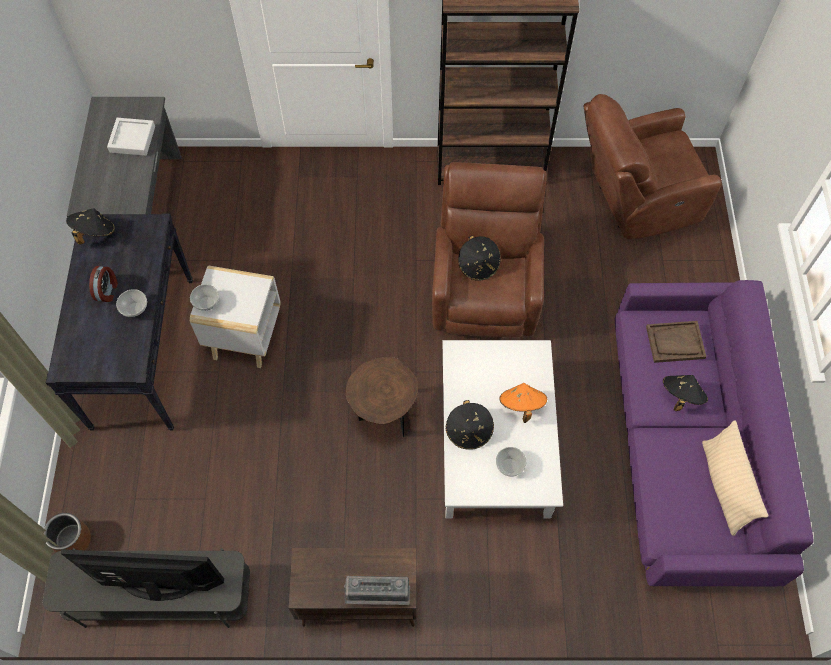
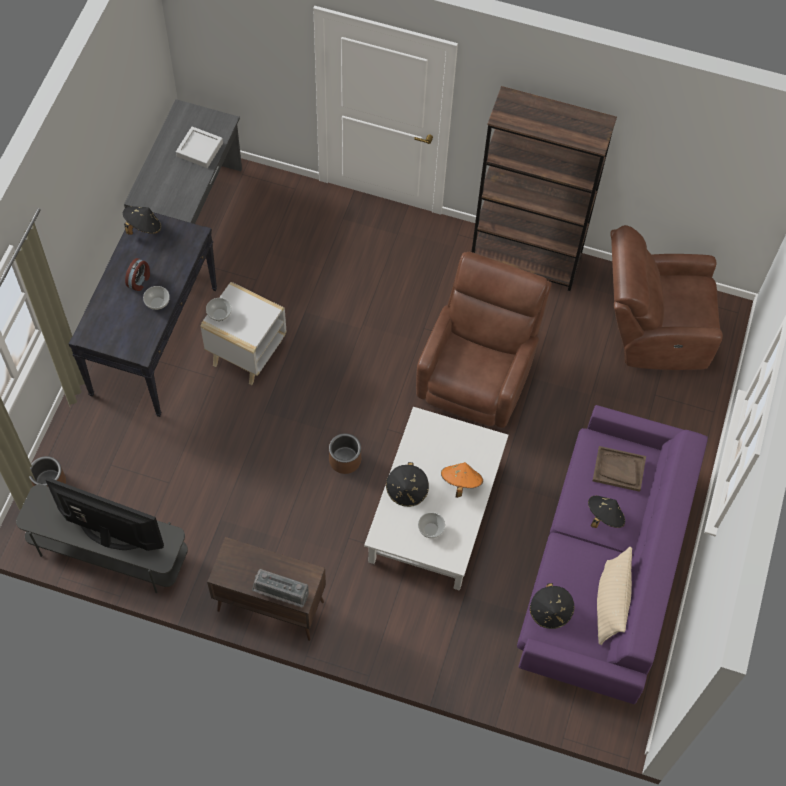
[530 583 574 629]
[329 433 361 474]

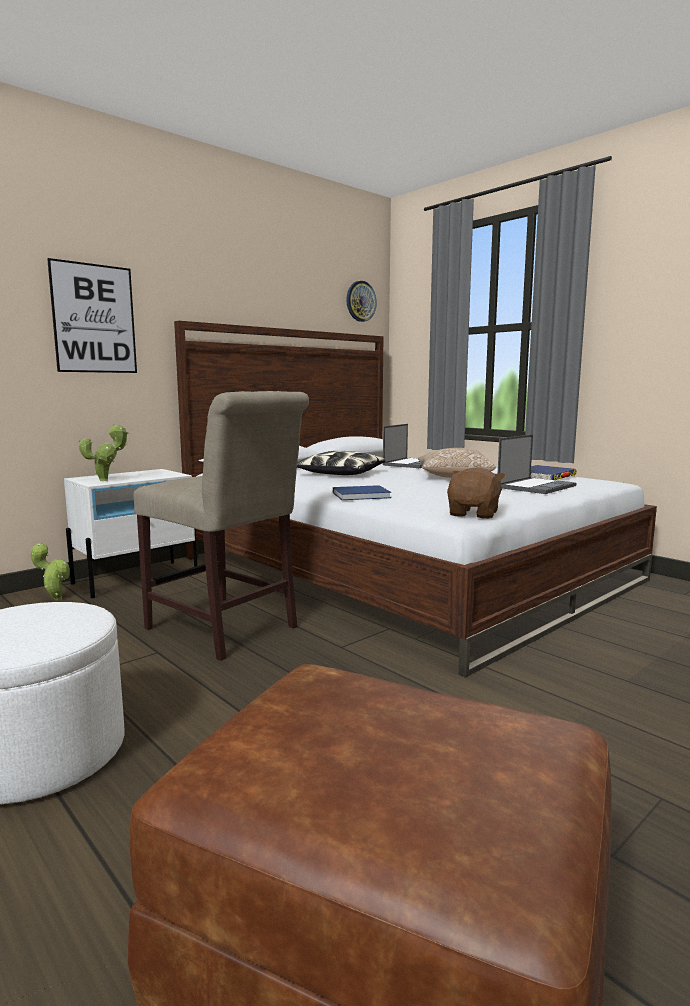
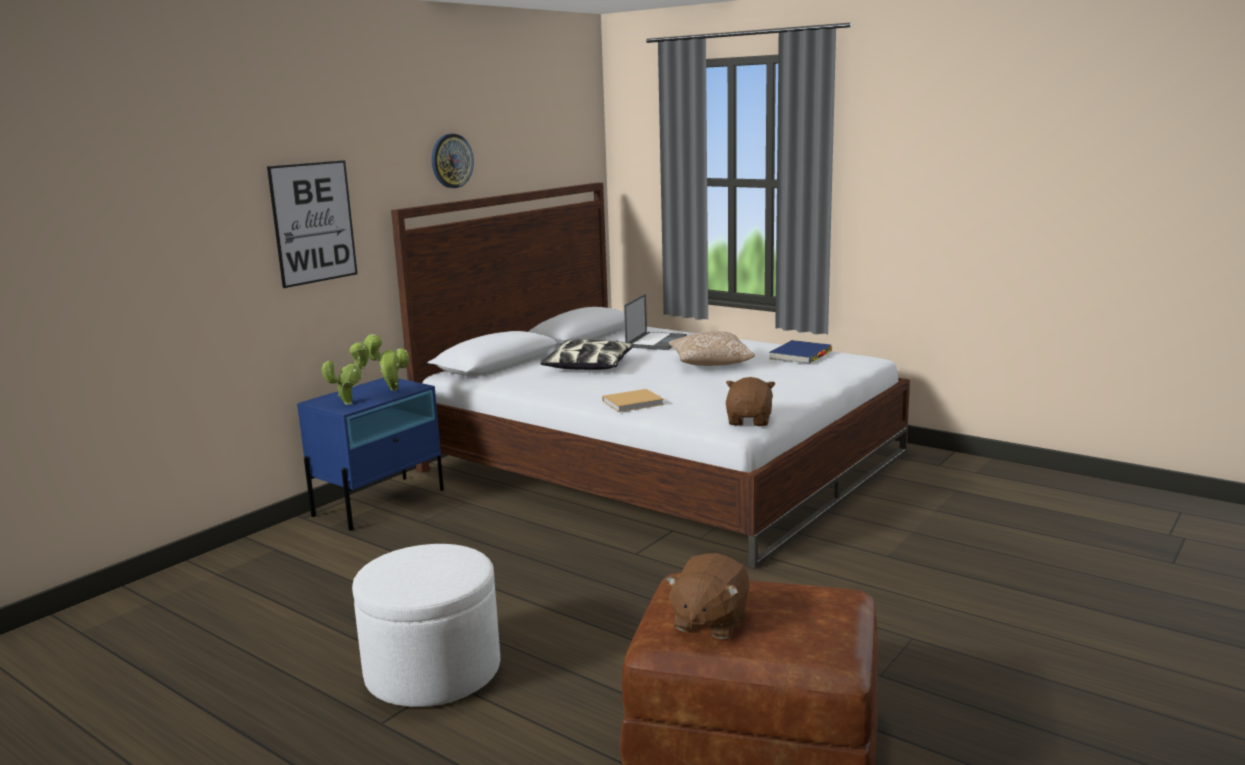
[432 134 474 188]
[133 391 309 661] (first image)
[498 434 576 494] (first image)
[297 378 444 531]
[602 389 664 412]
[363 334 409 391]
[665 553 750 639]

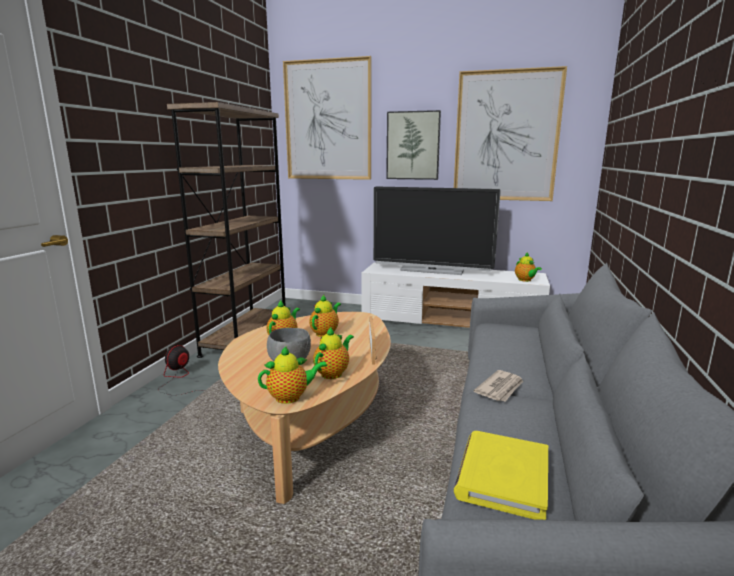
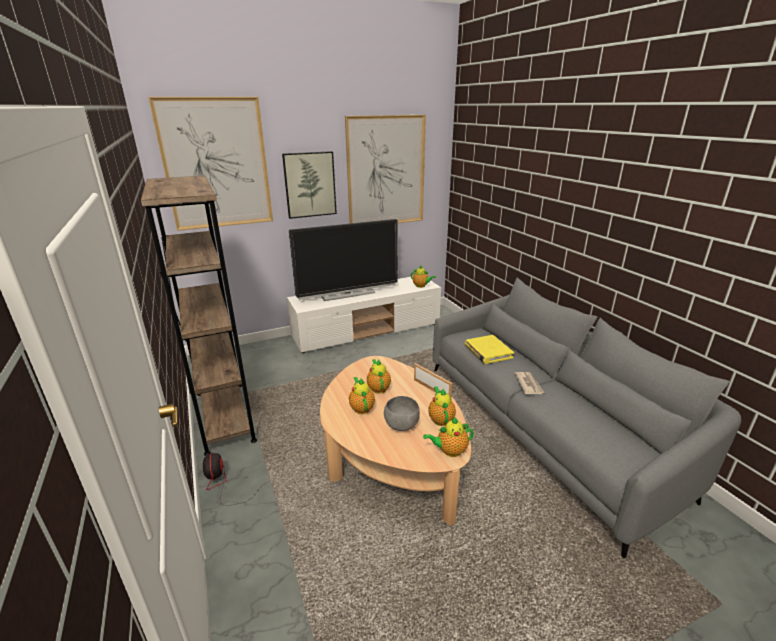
[423 417 474 457]
[465 335 514 364]

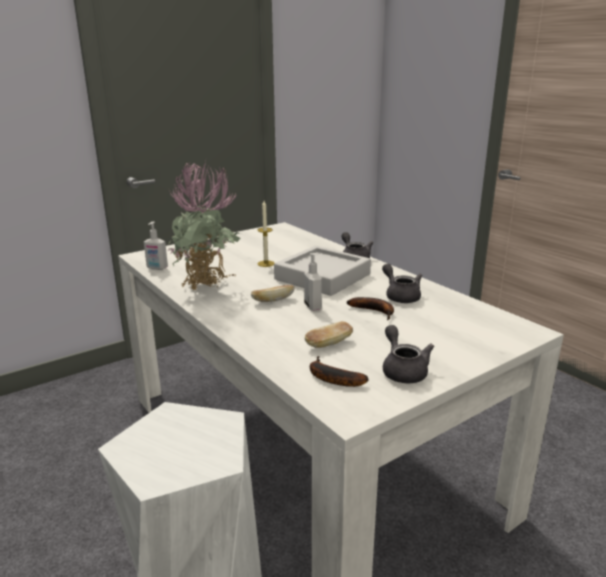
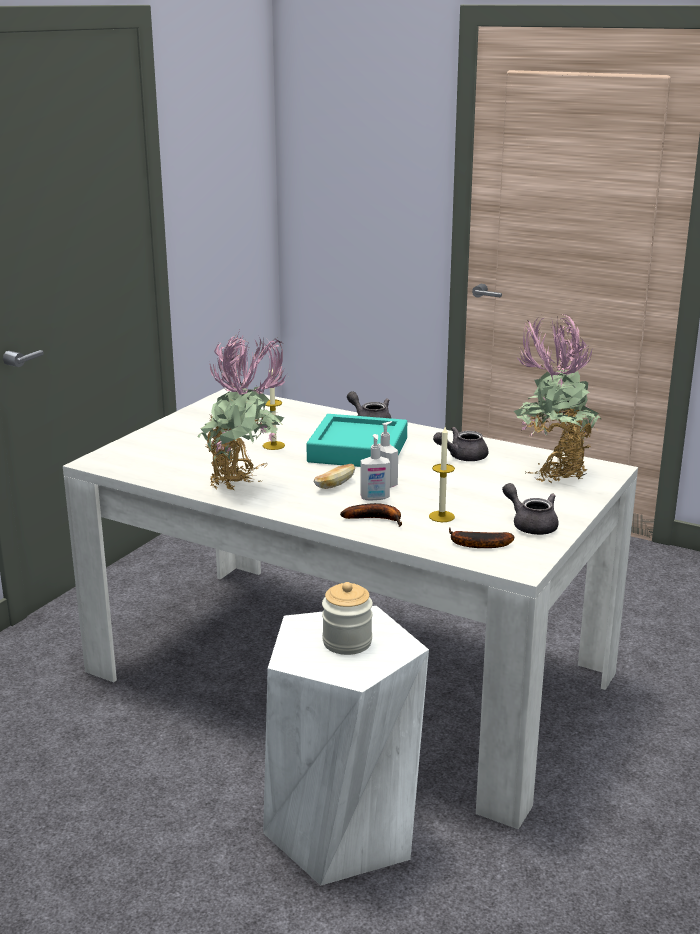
[360 434 390 501]
[307 414 407 467]
[433 427 488 461]
[340 503 402 527]
[429 427 455 522]
[514 314 602 483]
[322 582 373 655]

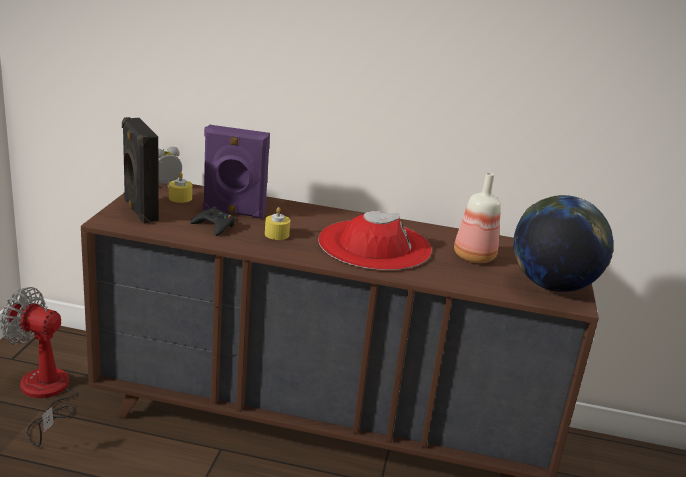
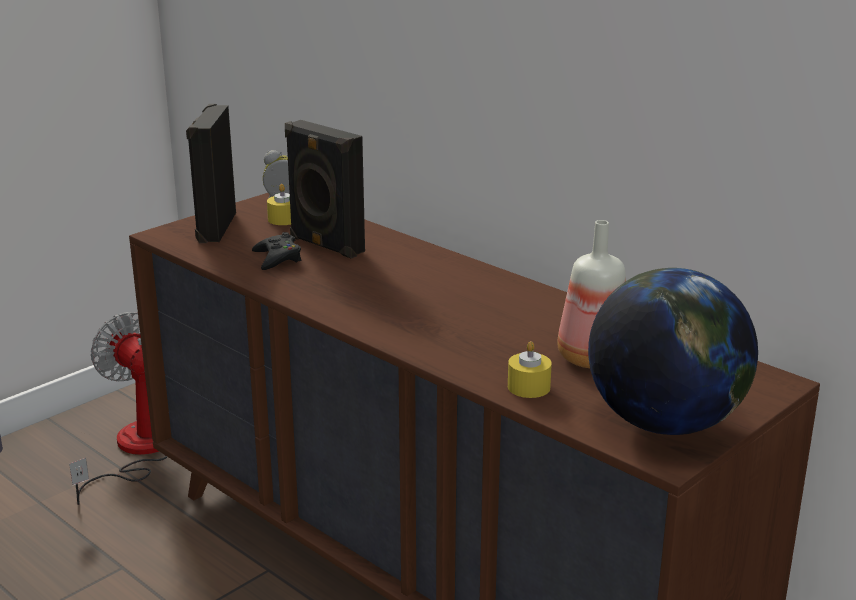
[285 120 365 259]
[508 341 552 398]
[318 211 431 270] (first image)

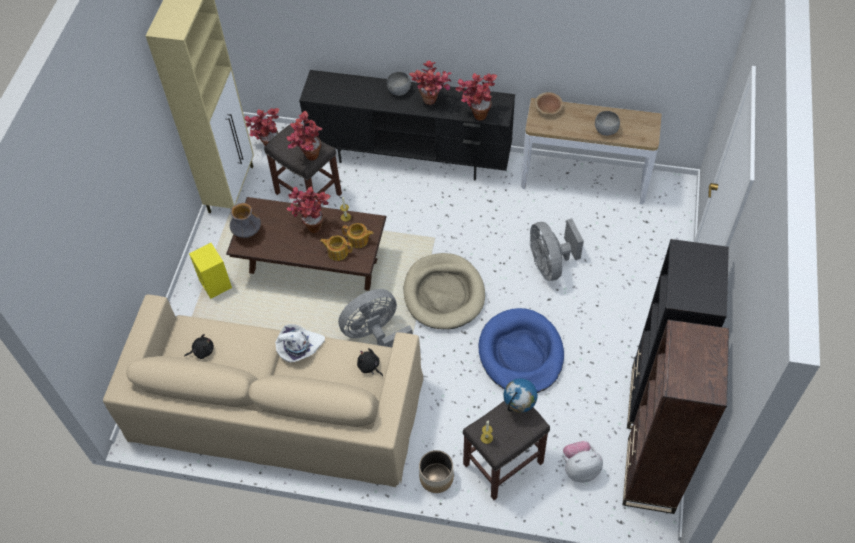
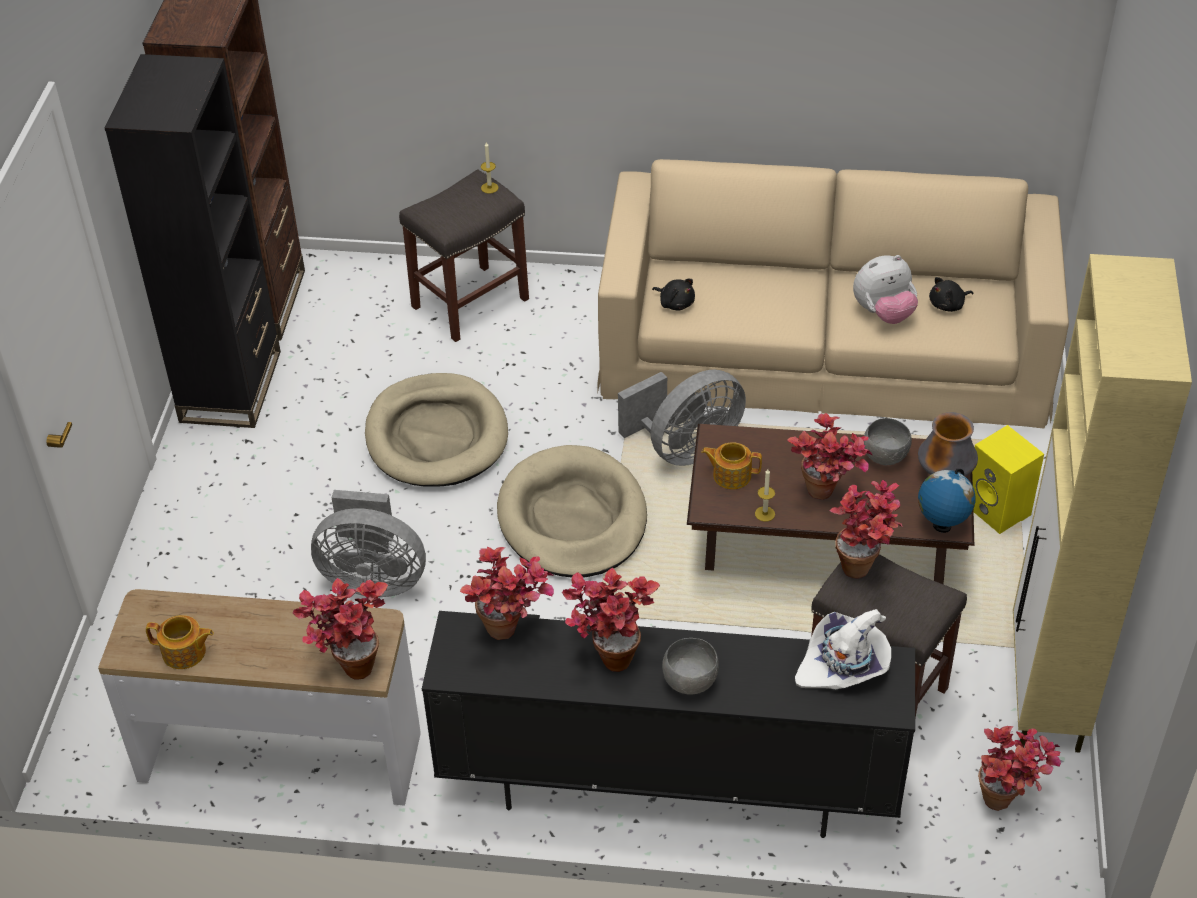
[292 578 388 680]
[864 418 912 465]
[311 490 426 597]
[146 615 214 669]
[365 373 508 486]
[795 609 891 689]
[918 469 976 533]
[853 255 918 324]
[419 450 454 493] (first image)

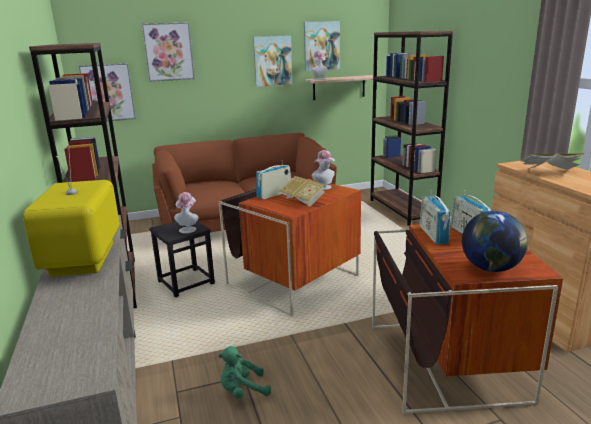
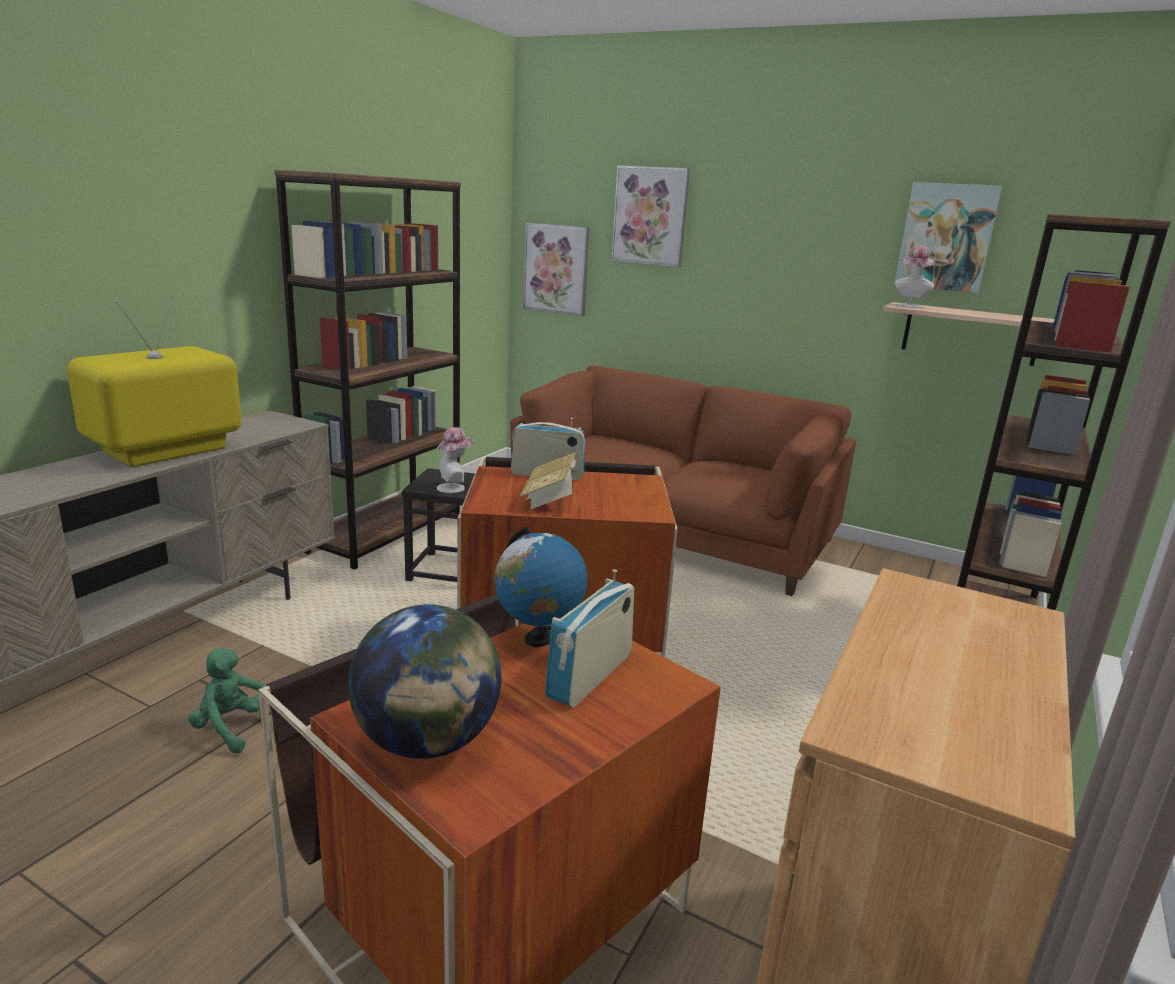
[253 36 292 87] (first image)
[312 150 335 190] (first image)
[520 153 585 170] (first image)
[495 526 588 647]

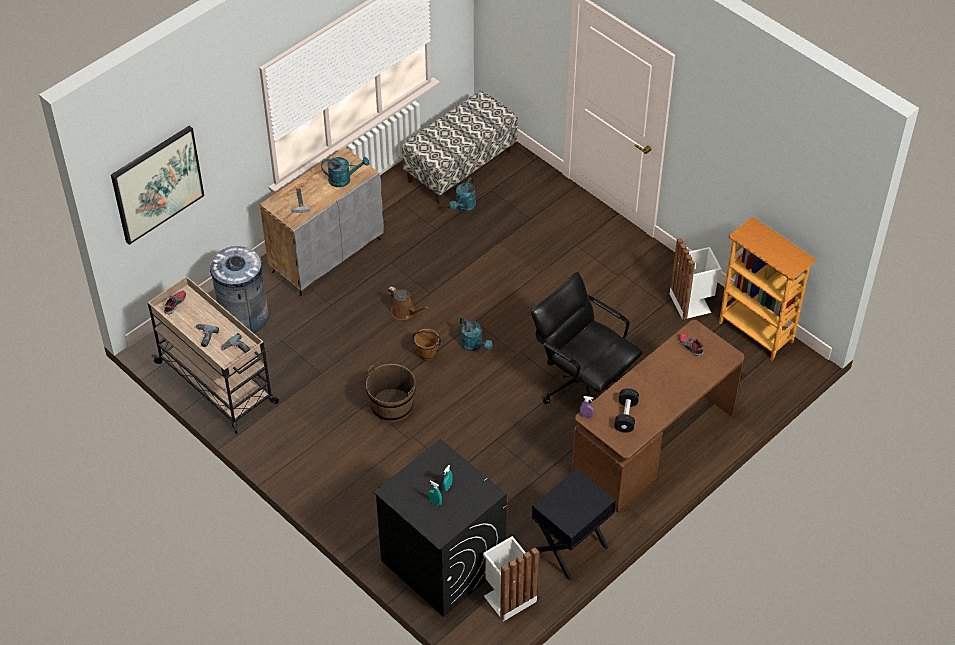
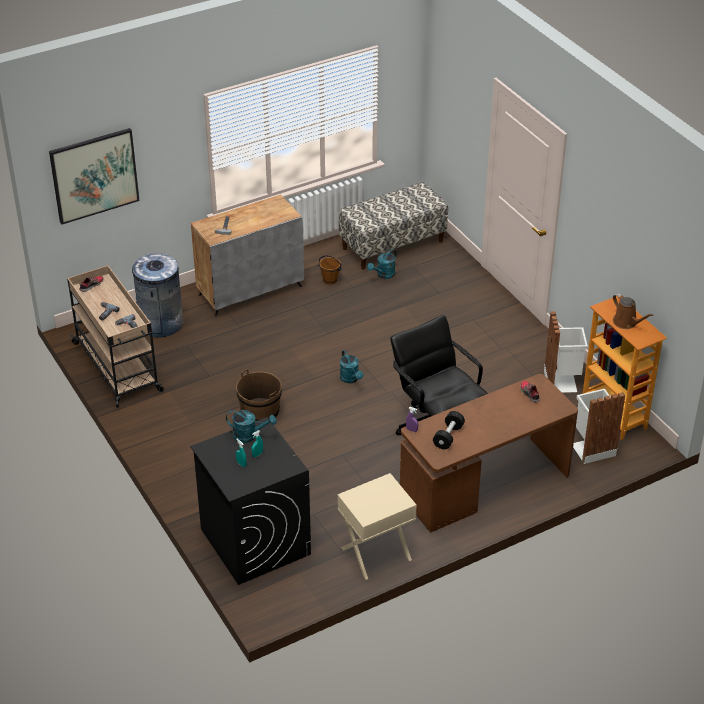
[226 410 276 443]
[613 293 654 329]
[318 255 342 285]
[338 473 417 580]
[573 389 625 464]

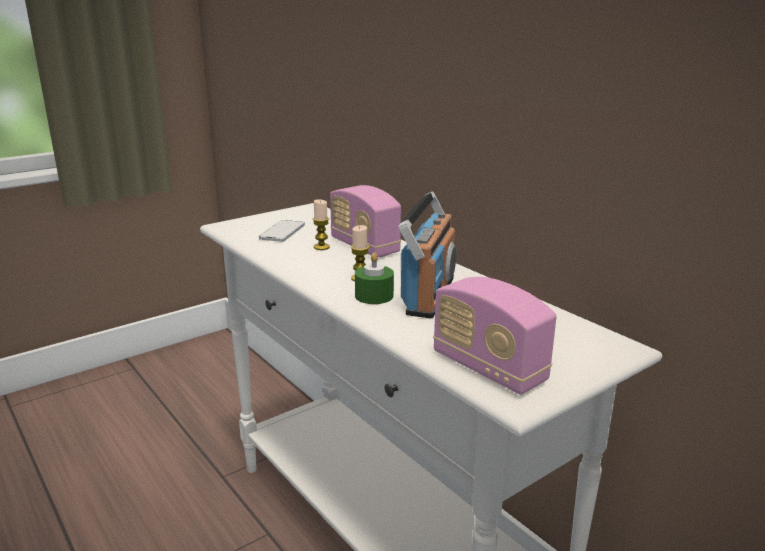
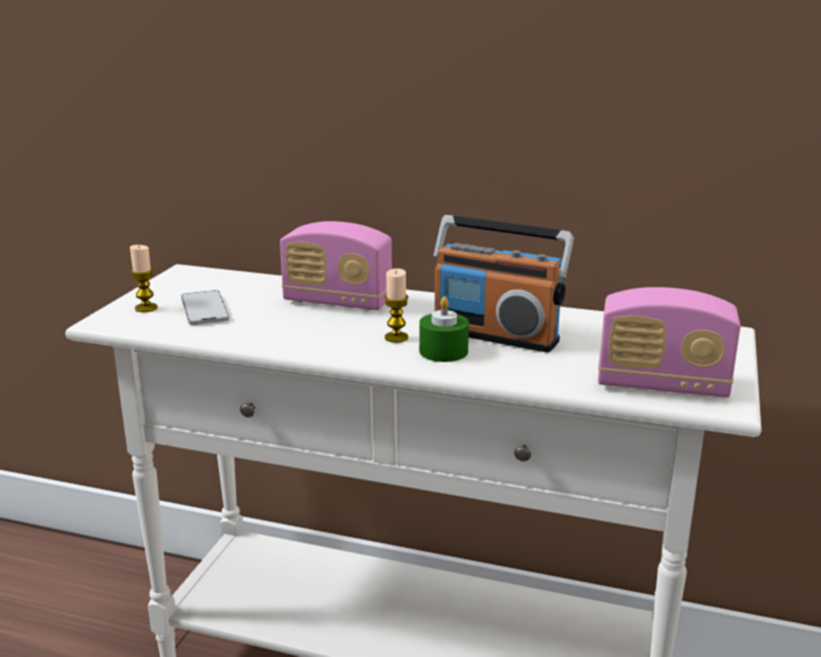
[433 215 574 352]
[130 245 158 312]

